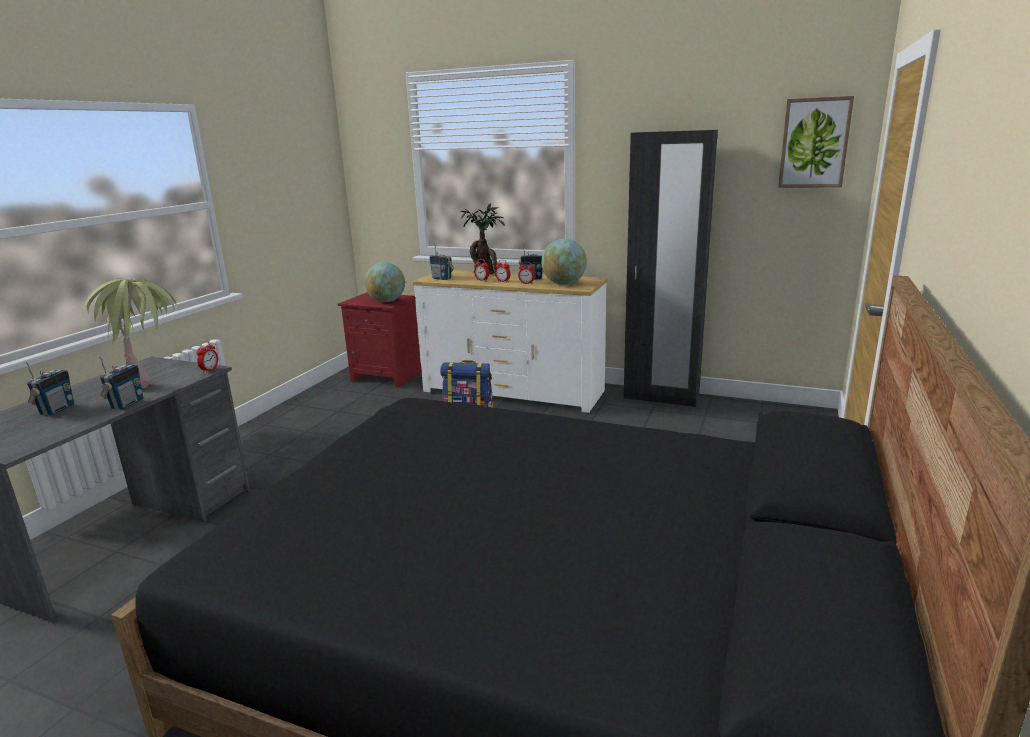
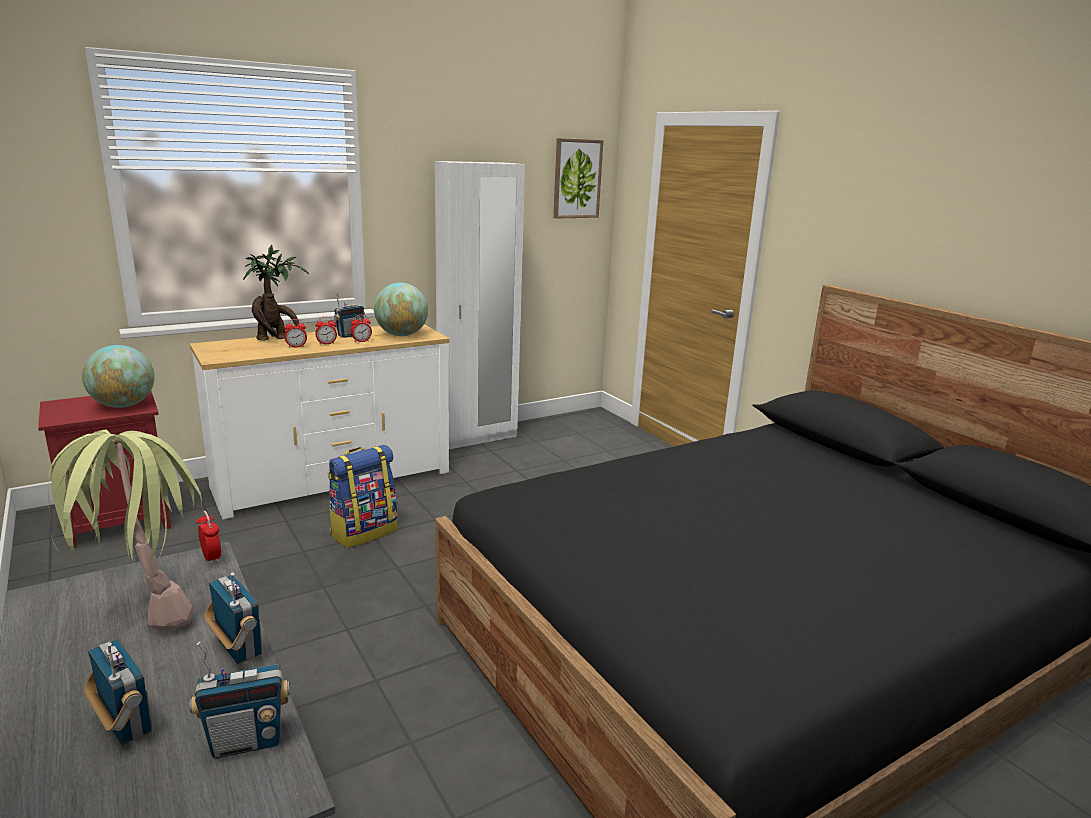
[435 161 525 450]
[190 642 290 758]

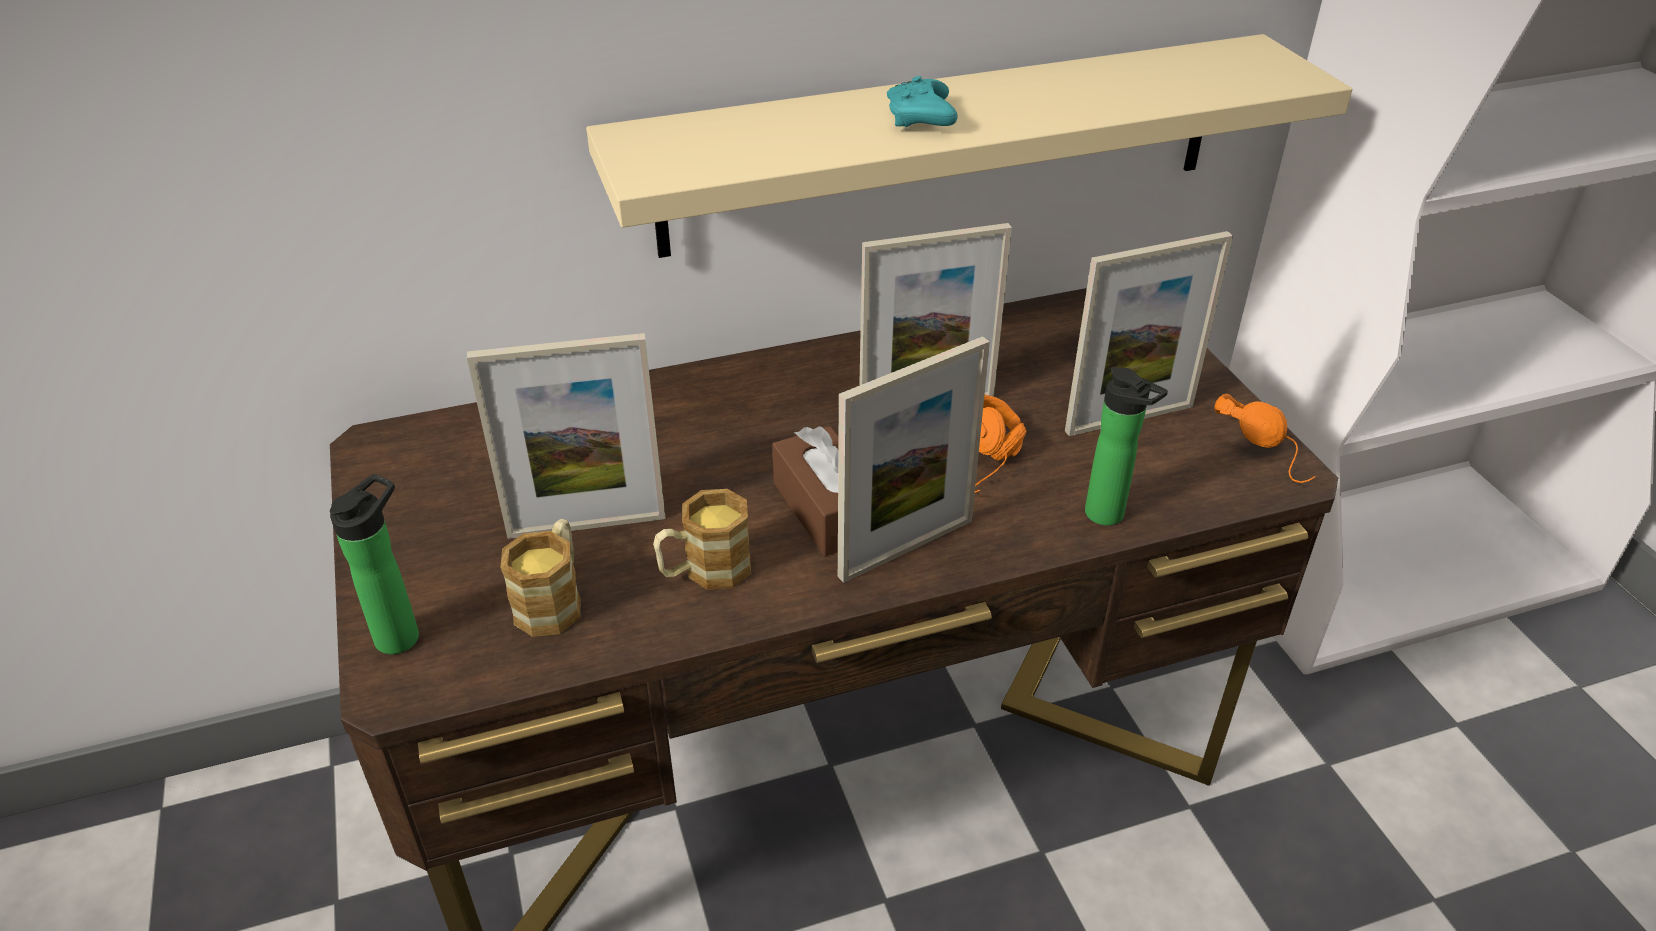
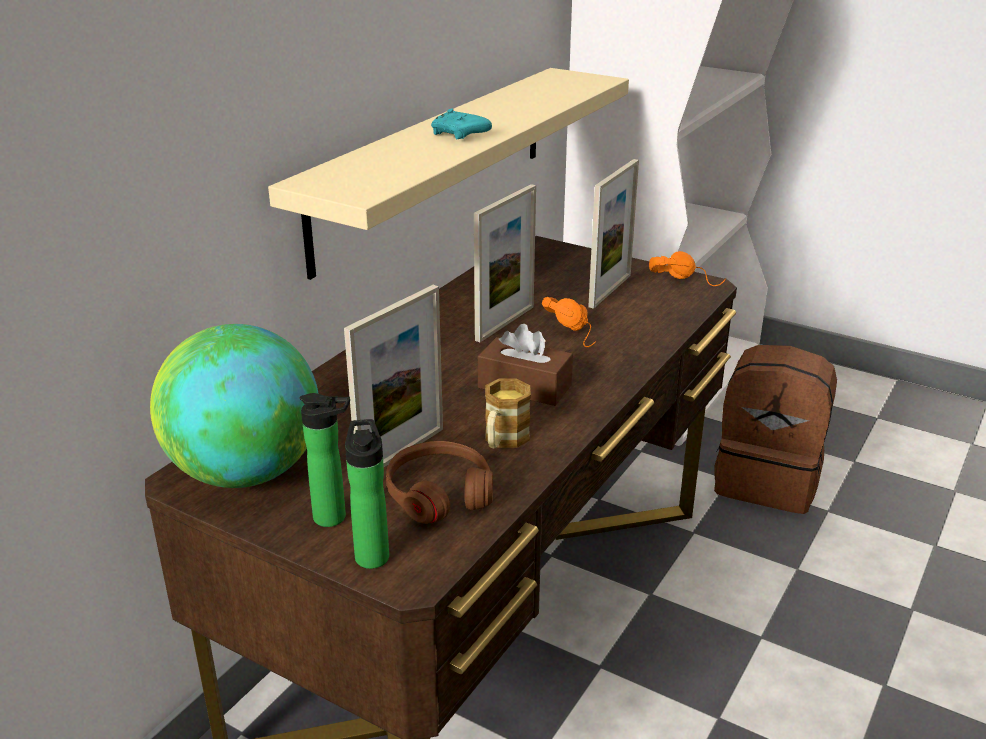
[838 336 990 583] (first image)
[299 393 350 527]
[386 441 493 524]
[150 324 319 488]
[714 345 837 514]

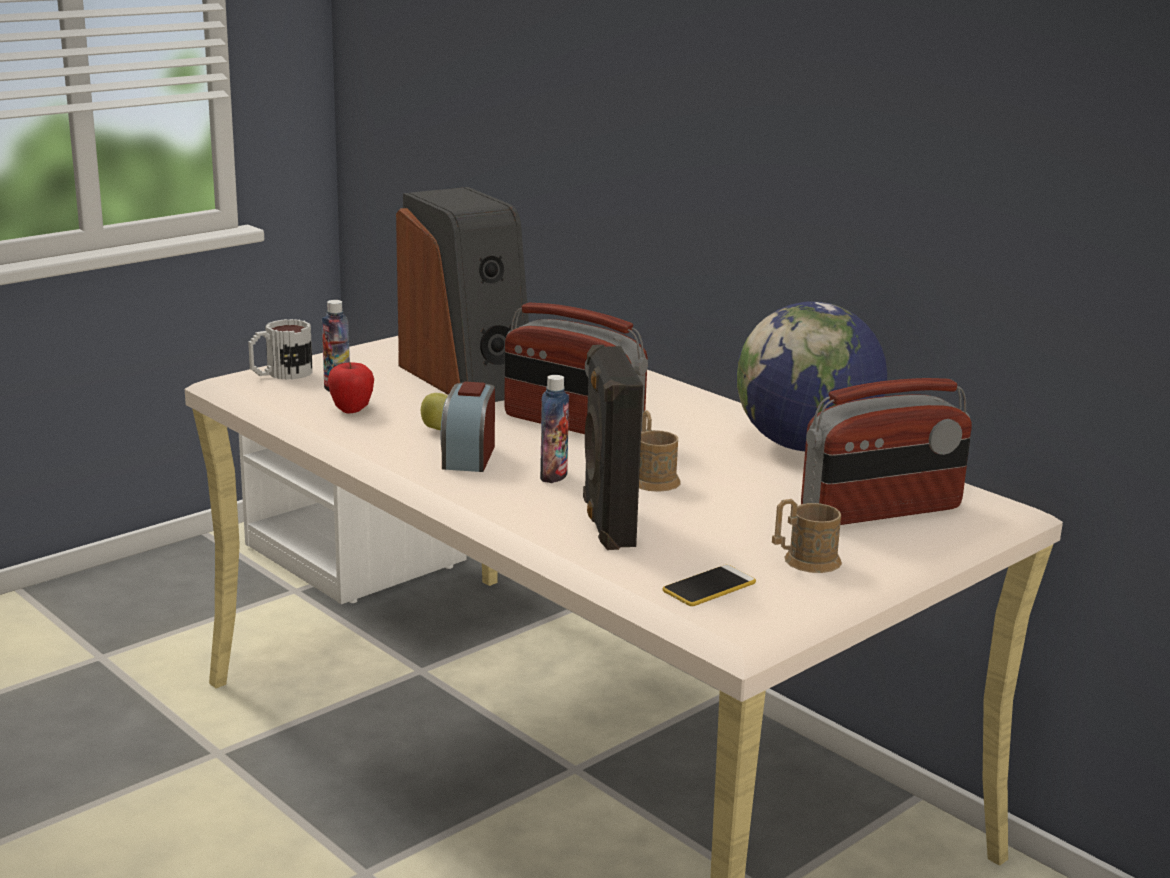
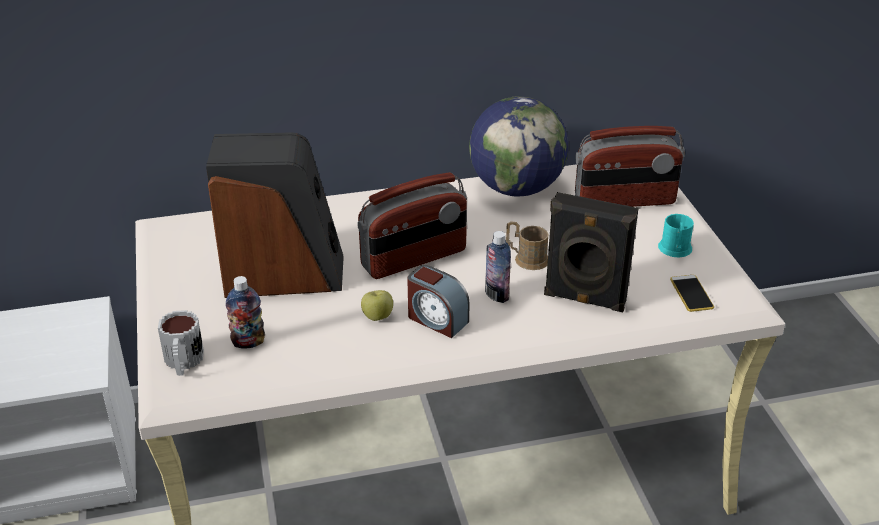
[328 362 374 413] (first image)
[575 126 685 207]
[658 214 694 258]

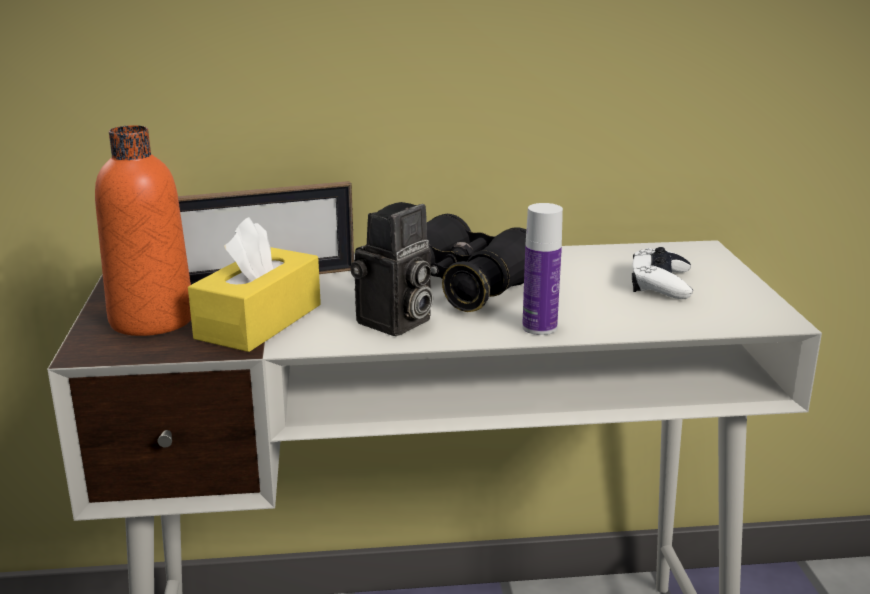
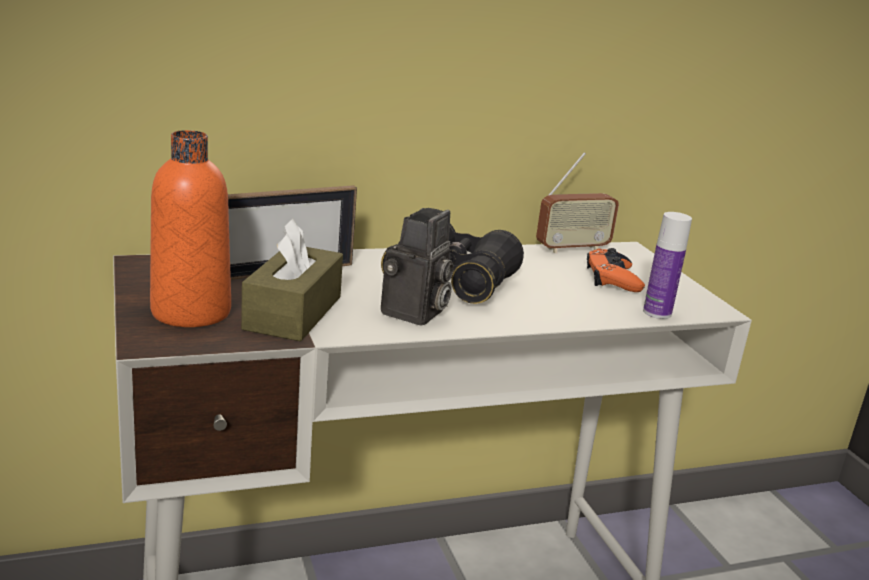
[643 212 692 319]
[241 218 343 342]
[587 248 645 292]
[536 152 619 254]

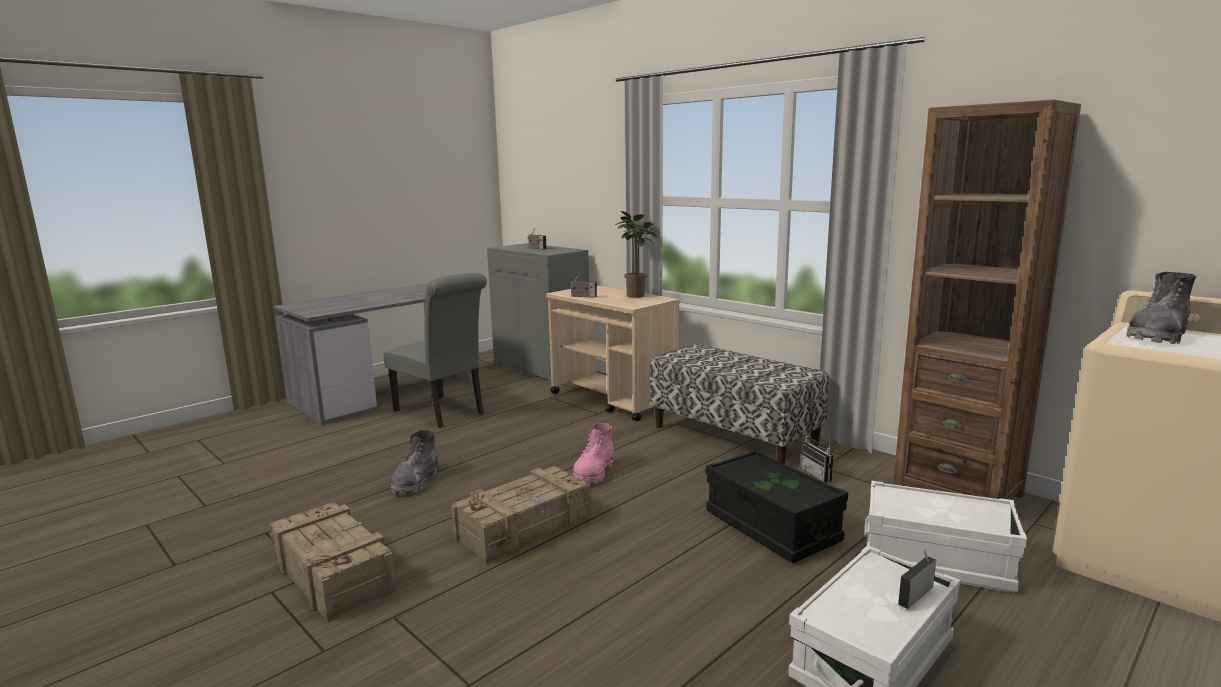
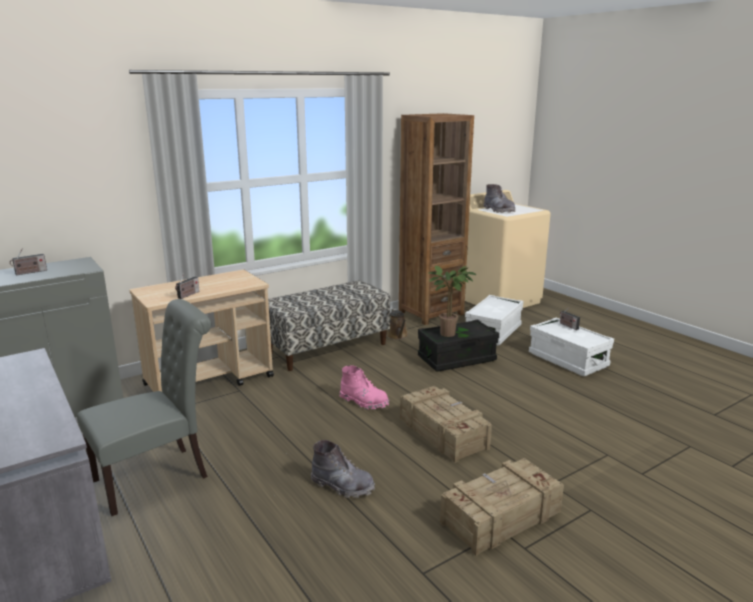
[429 266 476 337]
[386 309 408 340]

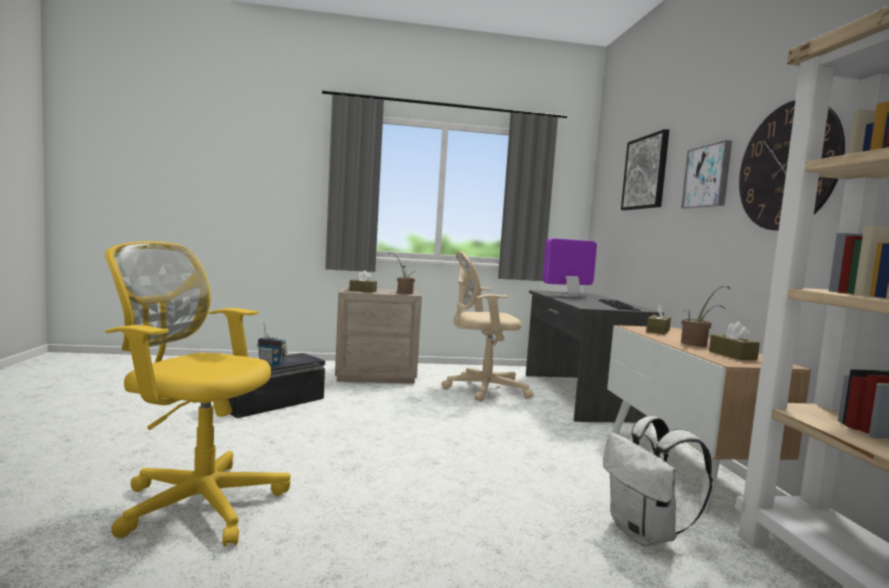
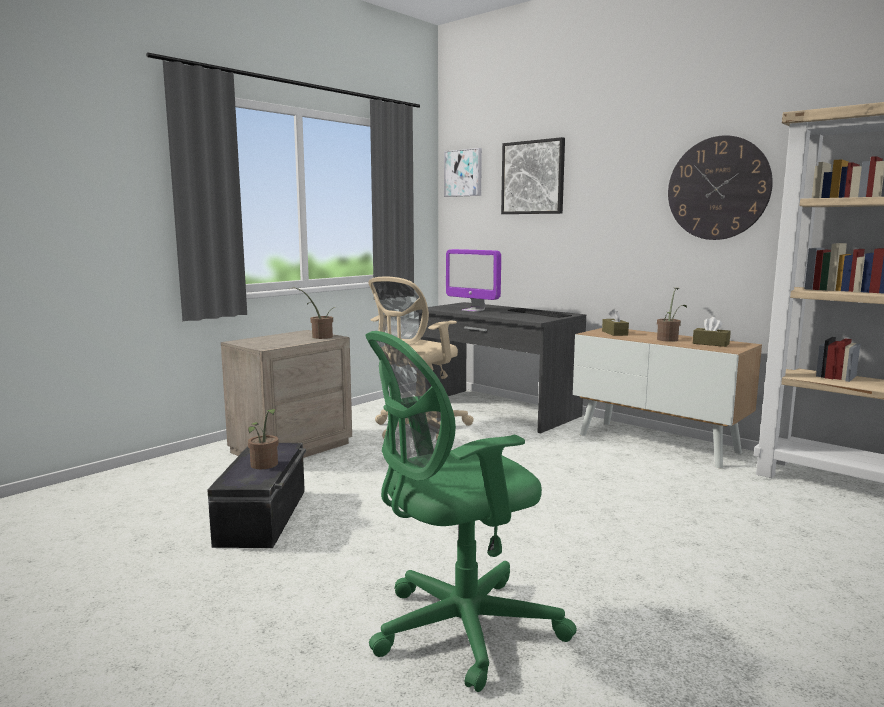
[444 148 482 197]
[446 249 501 312]
[365 331 577 692]
[349 270 377 293] (first image)
[248 409 279 469]
[603 416 713 546] (first image)

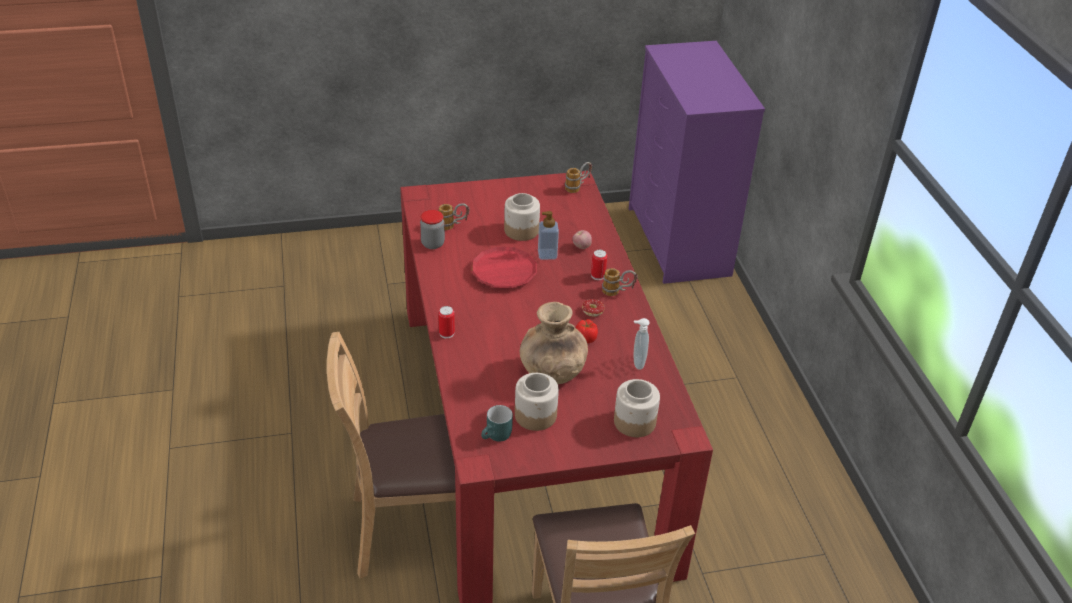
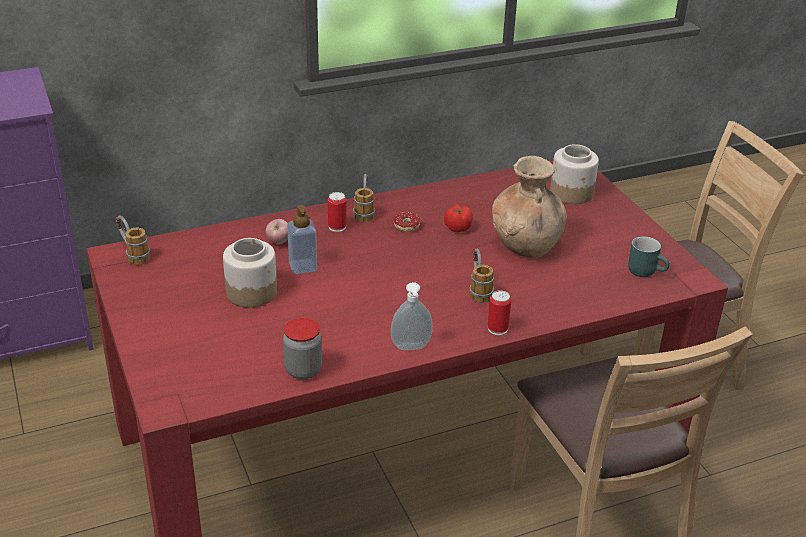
[469 248 494 303]
[471 247 537 289] (first image)
[391 282 433 350]
[515 373 559 431] (first image)

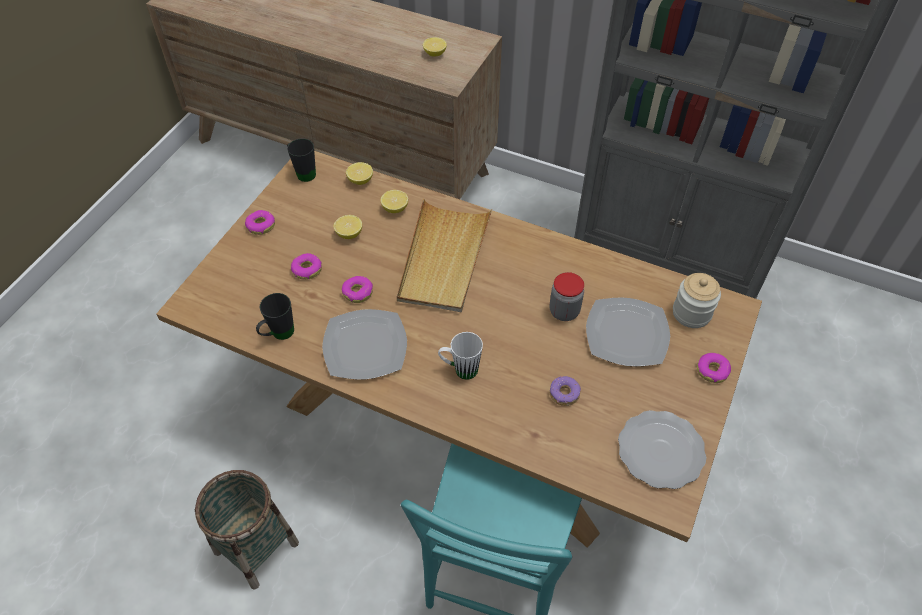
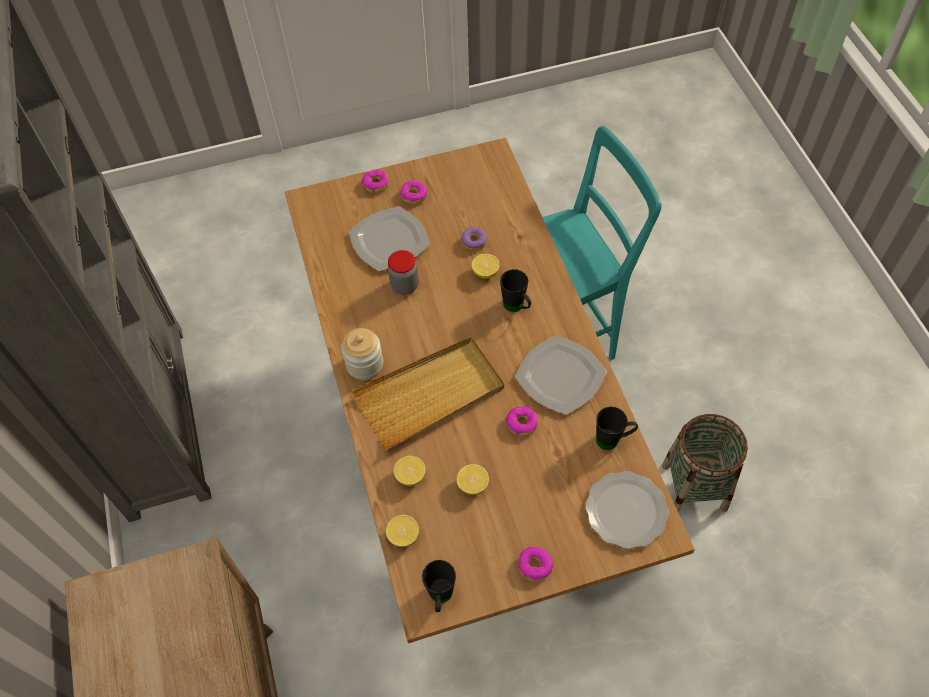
[472 254 500 279]
[400 181 428 204]
[341 328 383 380]
[500 269 531 312]
[585 471 669 549]

